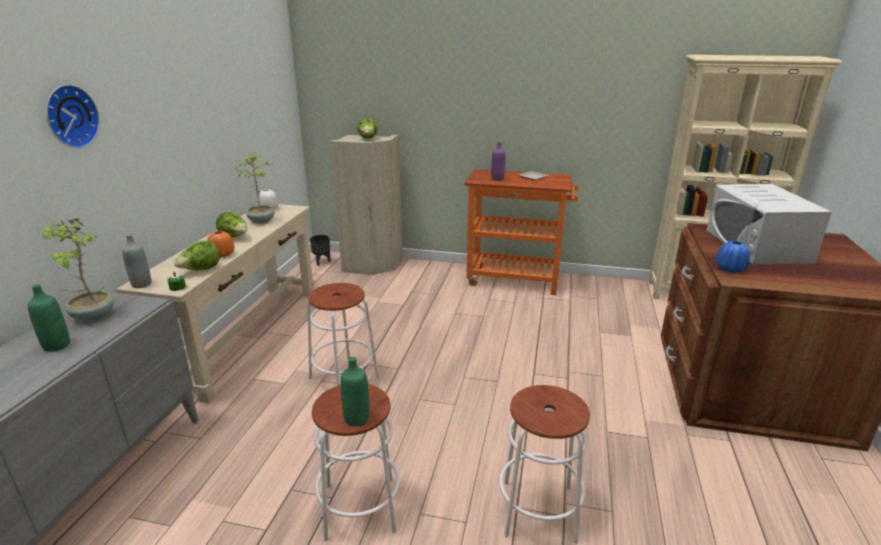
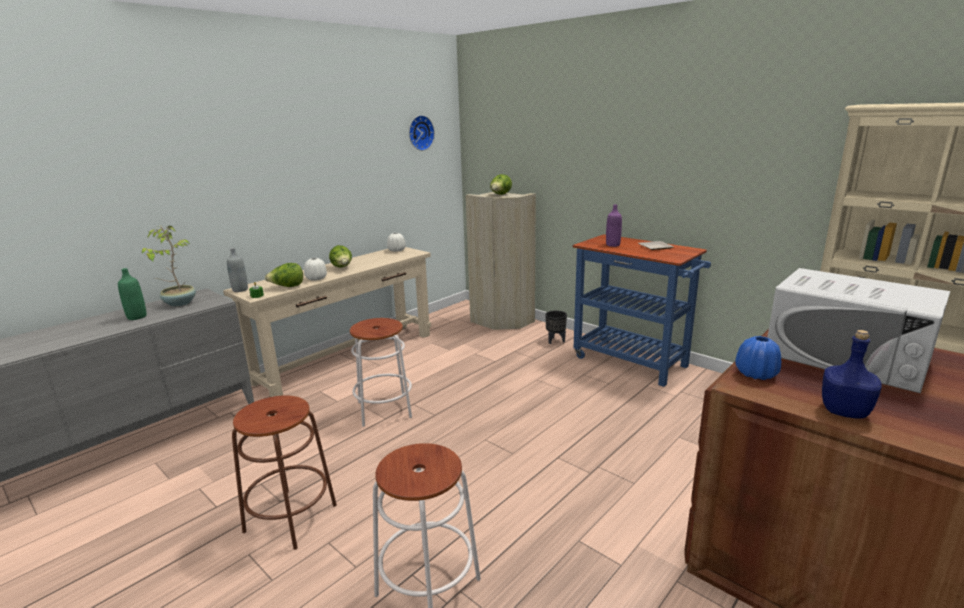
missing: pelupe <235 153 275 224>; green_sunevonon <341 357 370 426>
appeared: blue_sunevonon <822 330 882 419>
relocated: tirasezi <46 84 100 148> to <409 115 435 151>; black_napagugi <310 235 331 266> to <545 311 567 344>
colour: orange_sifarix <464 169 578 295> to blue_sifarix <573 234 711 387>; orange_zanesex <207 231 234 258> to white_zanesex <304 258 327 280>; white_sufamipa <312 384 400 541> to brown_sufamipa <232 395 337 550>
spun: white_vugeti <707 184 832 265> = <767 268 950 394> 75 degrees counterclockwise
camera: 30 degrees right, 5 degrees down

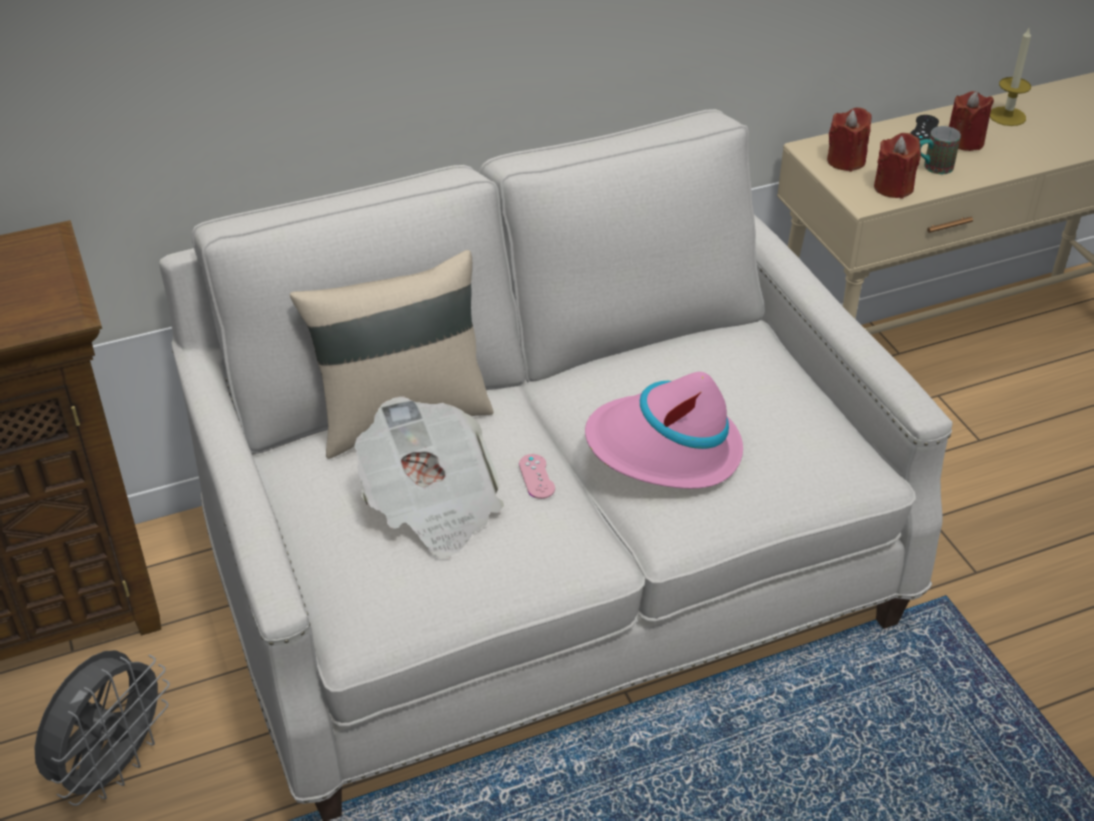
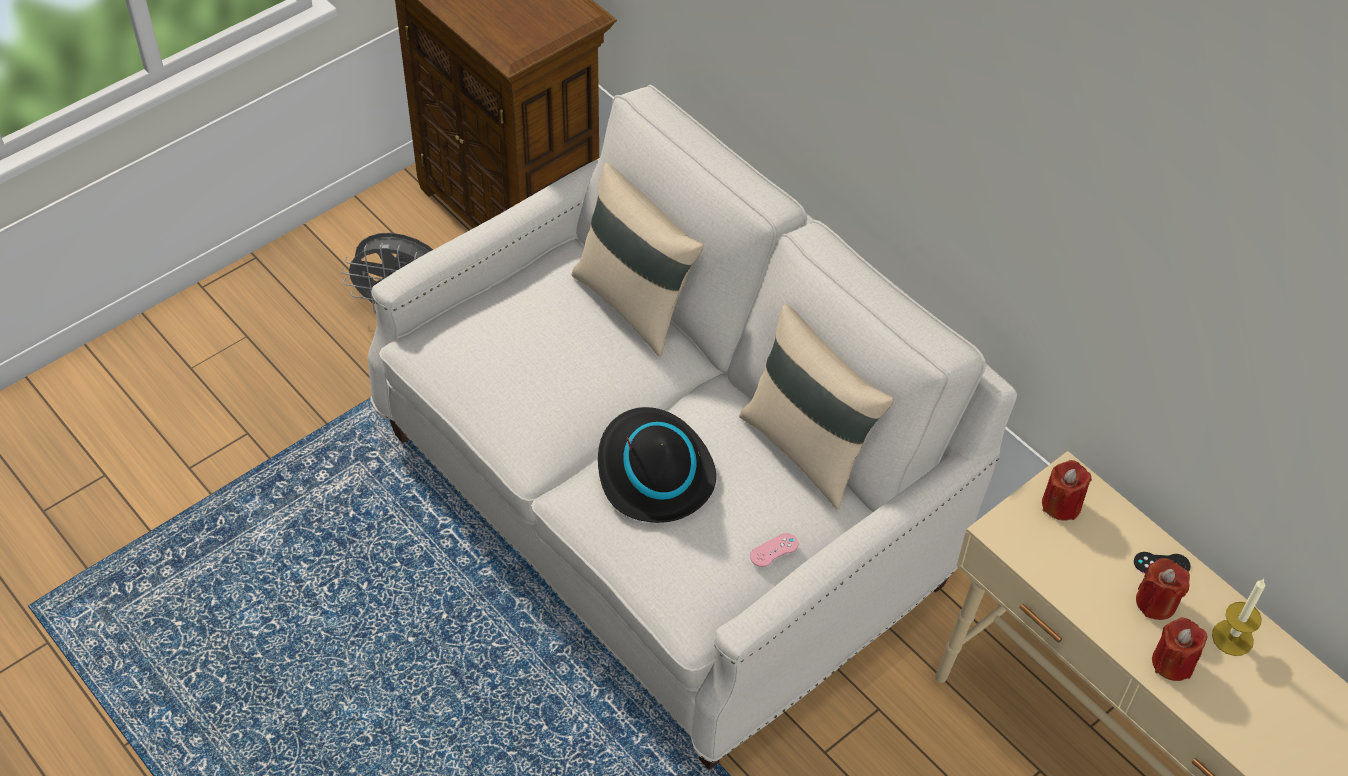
missing: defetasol <920 126 961 174>; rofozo <354 396 504 558>
appeared: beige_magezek <739 304 894 509>
relocated: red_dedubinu <874 133 921 199> to <1152 617 1208 681>; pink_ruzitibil <519 454 555 499> to <750 533 798 567>
colour: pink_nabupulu <585 372 743 489> to black_nabupulu <598 407 716 523>
camera: 70 degrees right, 10 degrees up

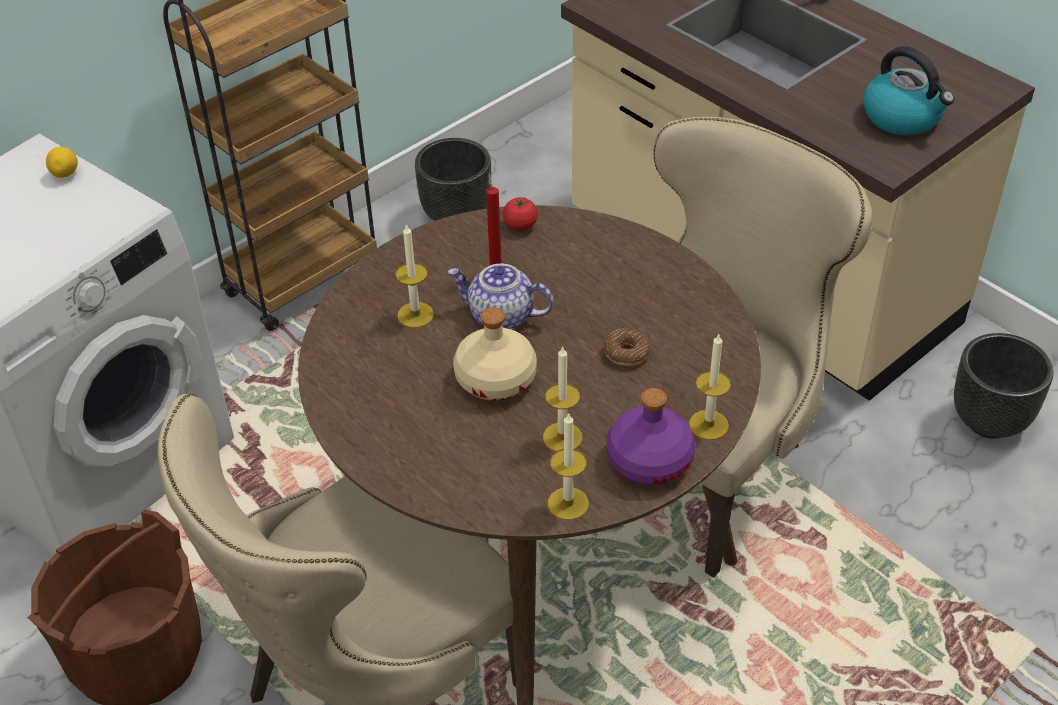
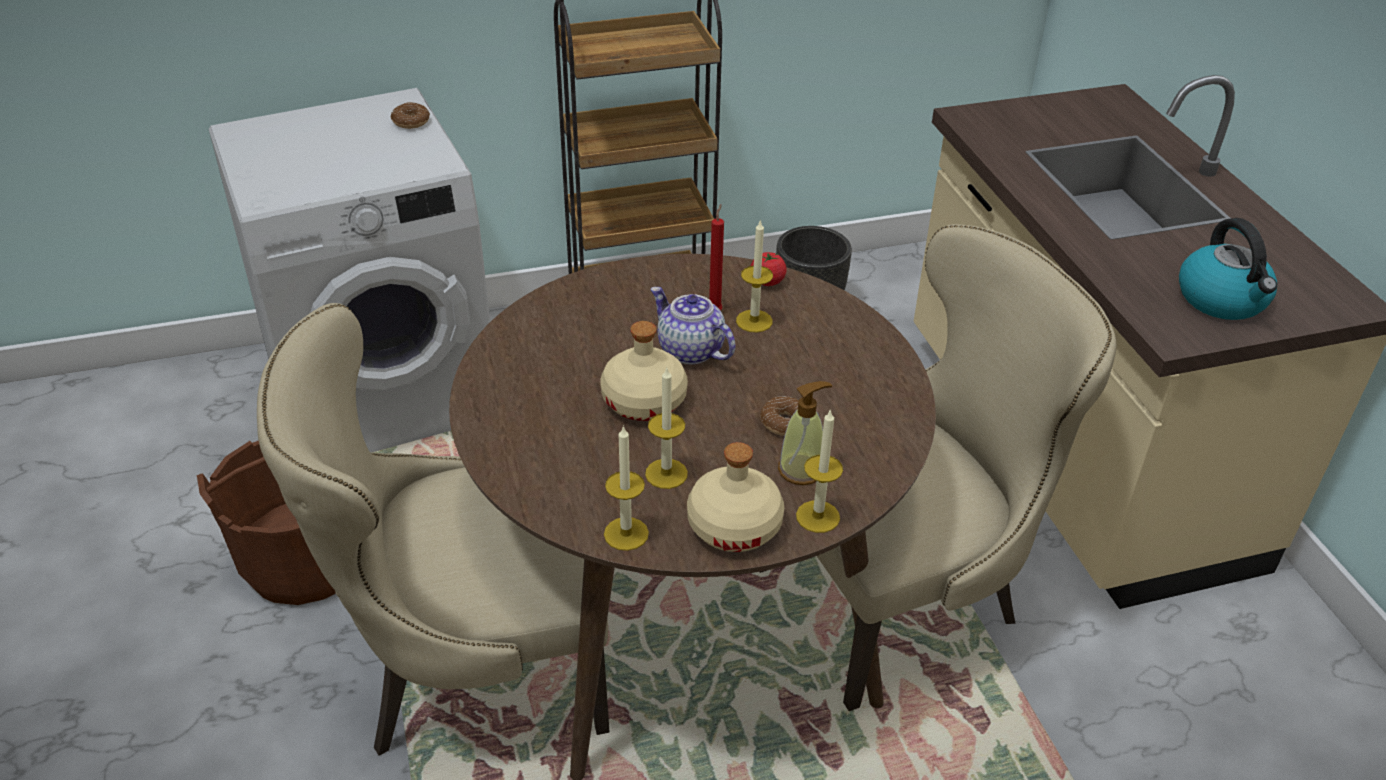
missing: black_napagugi <954 333 1054 439>
appeared: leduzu <778 381 832 485>
relocated: dedubinu <396 224 434 328> to <736 219 773 333>
exchanged: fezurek <46 147 78 178> to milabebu <391 102 430 129>
colour: purple_sunevonon <607 388 695 485> to beige_sunevonon <687 442 784 552>
camera: 25 degrees right, 5 degrees down

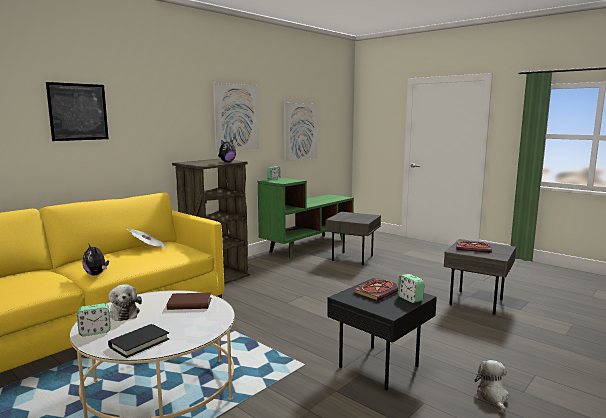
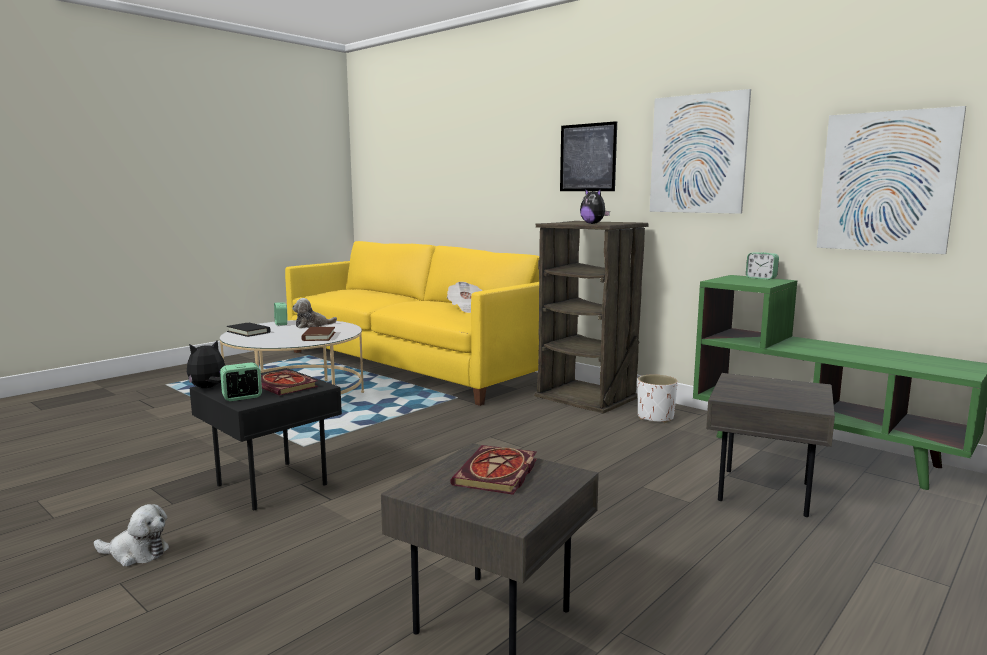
appeared: white_napagugi <638 374 678 423>
relocated: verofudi <46 82 109 141> to <560 121 617 191>; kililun <83 243 109 275> to <187 340 225 388>
camera: 90 degrees right, 0 degrees up

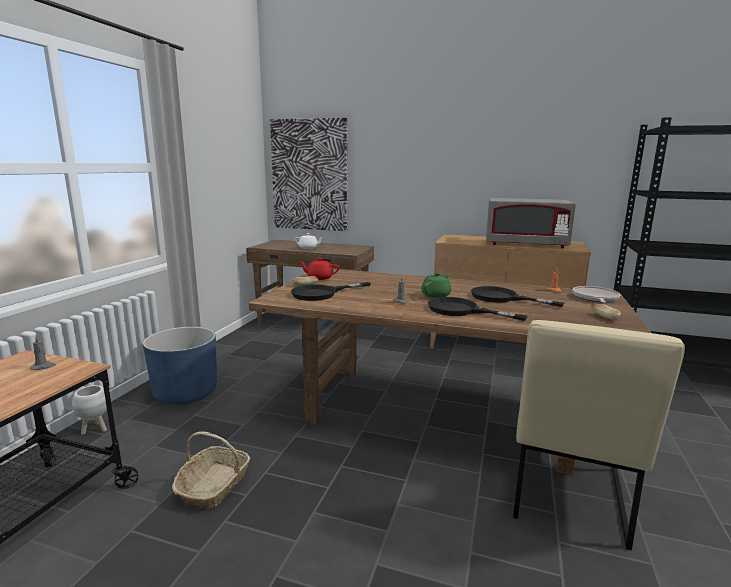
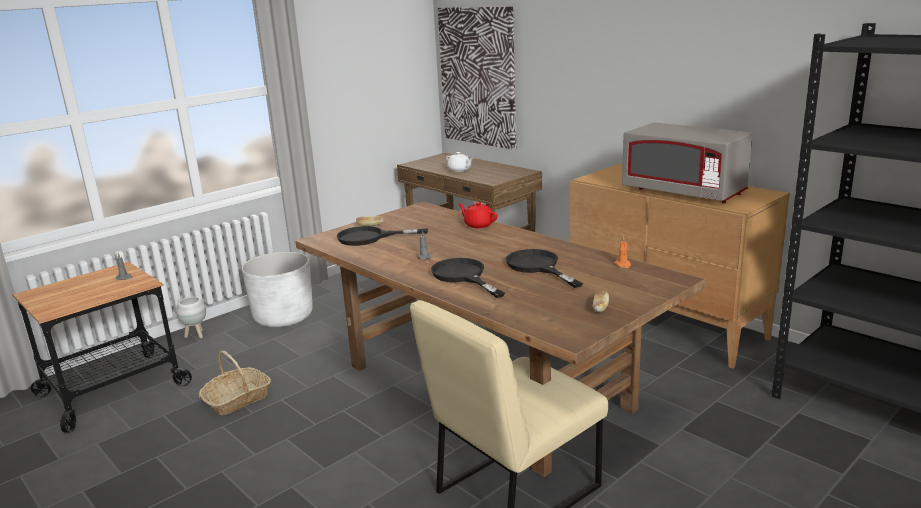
missing: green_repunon <421 273 452 298>; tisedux <573 286 620 303>
relocated: red_repunon <298 258 339 280> to <458 202 497 228>
colour: blue_napagugi <143 327 217 405> to white_napagugi <241 252 313 328>
camera: 30 degrees right, 5 degrees up

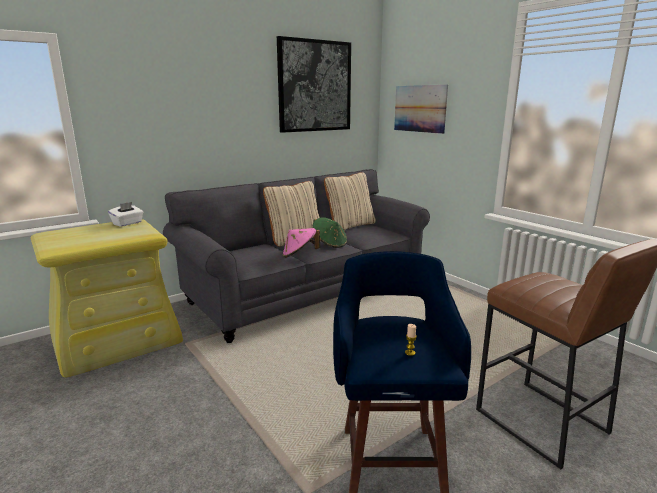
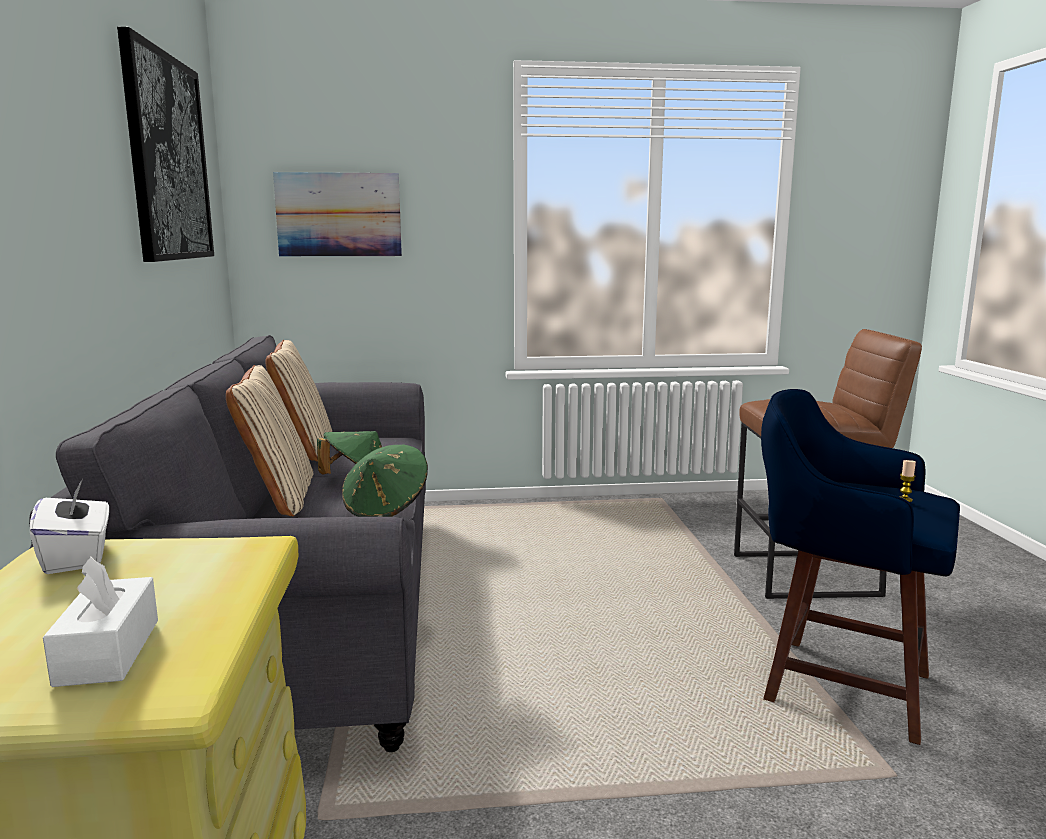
appeared: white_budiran <43 556 158 687>
colour: pink_nabupulu <283 228 320 258> to green_nabupulu <342 445 428 517>
camera: 60 degrees left, 5 degrees down

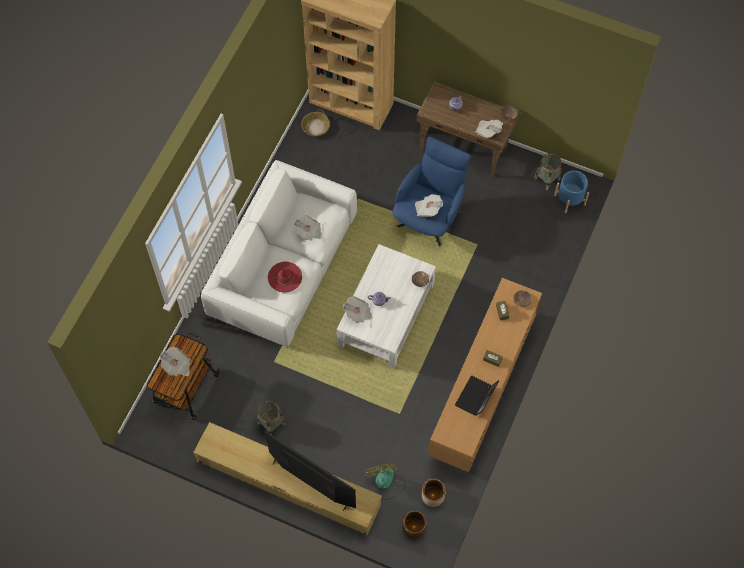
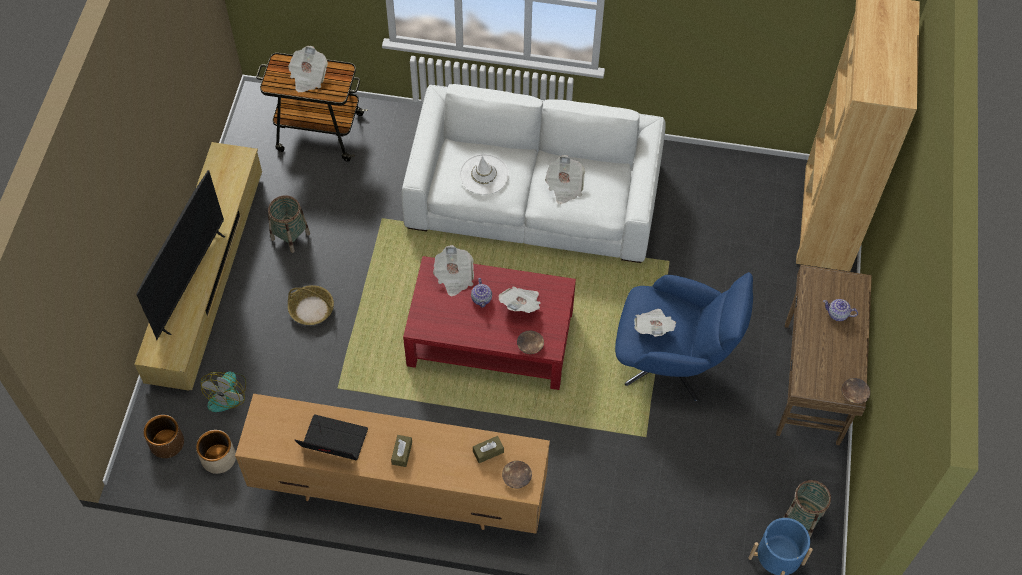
relocated: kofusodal <301 109 330 137> to <288 285 334 325>; rofozo <475 120 503 138> to <499 287 541 313>
colour: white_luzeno <337 244 436 369> to red_luzeno <403 256 576 390>; red_nabupulu <268 262 302 293> to white_nabupulu <459 154 509 195>
spun: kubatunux <366 463 405 500> = <201 372 246 412> 135 degrees clockwise
camera: 75 degrees right, 5 degrees down

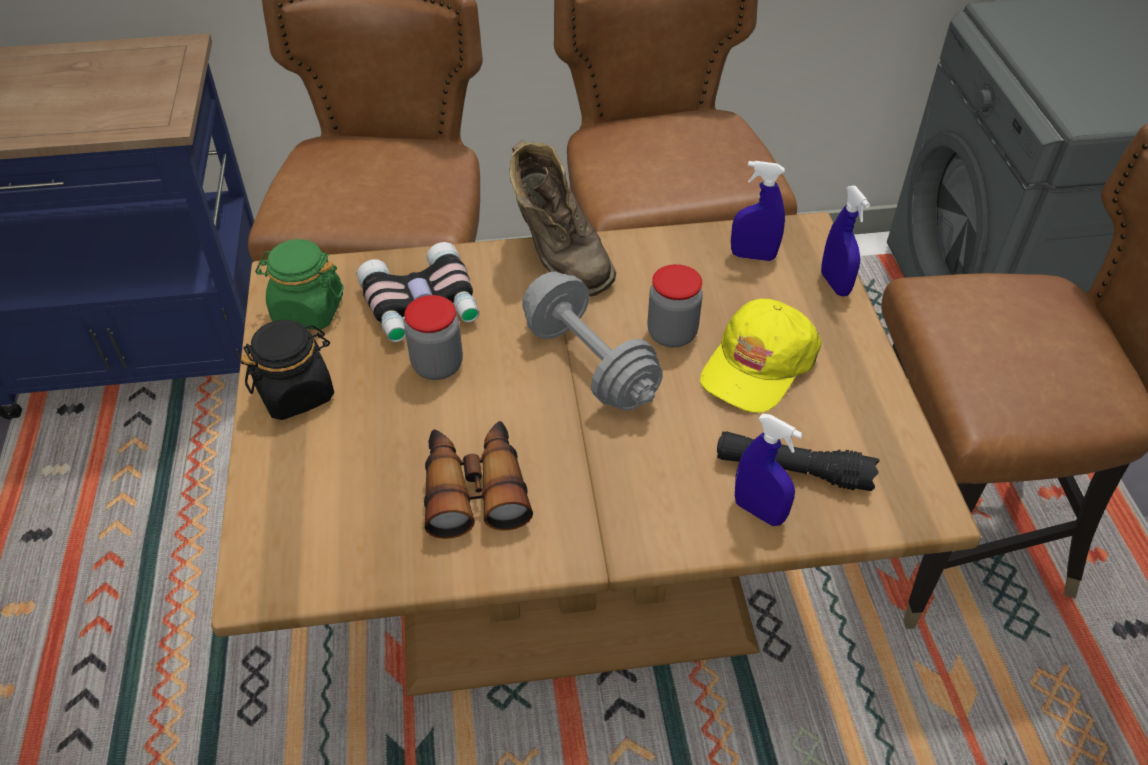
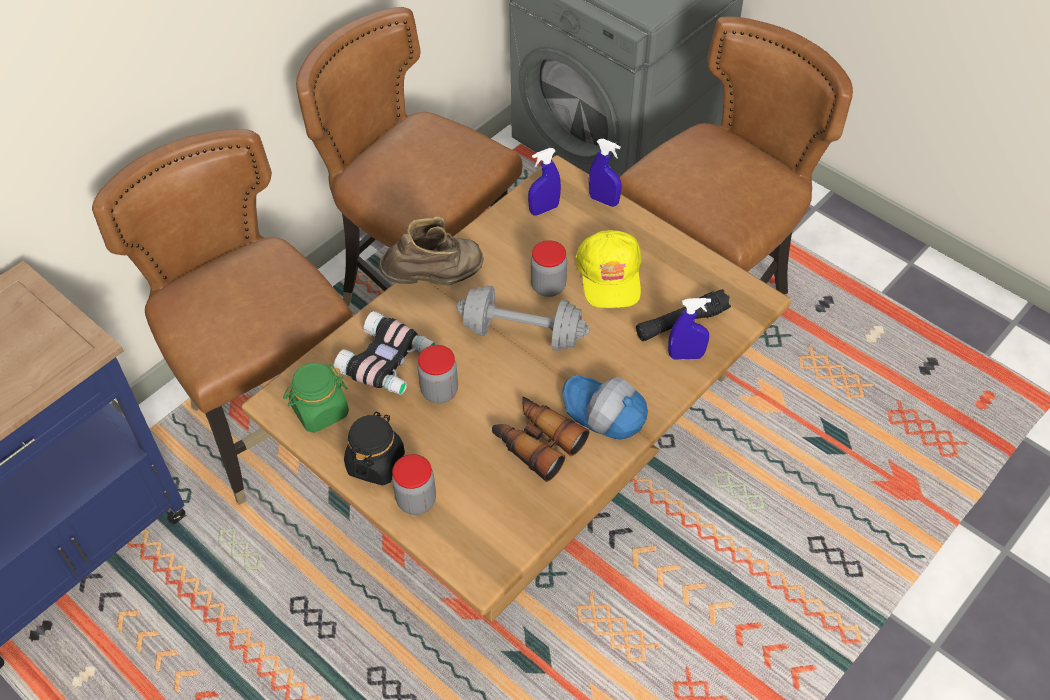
appeared: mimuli <562 375 648 440>; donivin <392 454 436 515>
spun: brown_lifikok <509 140 616 297> = <379 217 484 286> 45 degrees counterclockwise
camera: 40 degrees left, 5 degrees up

